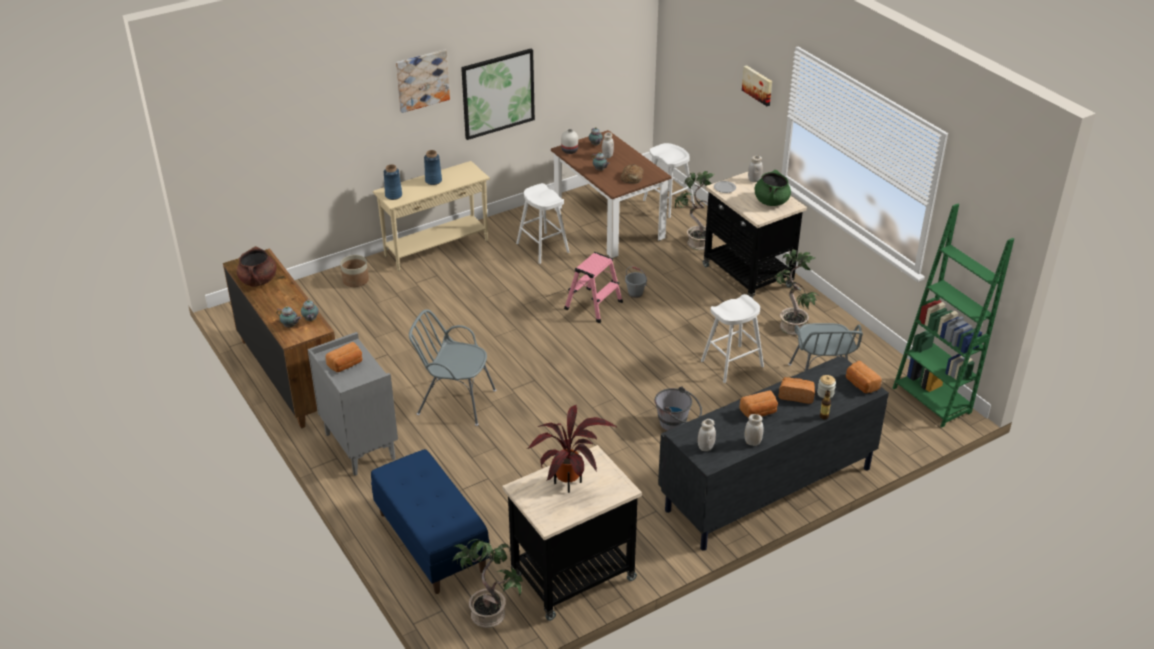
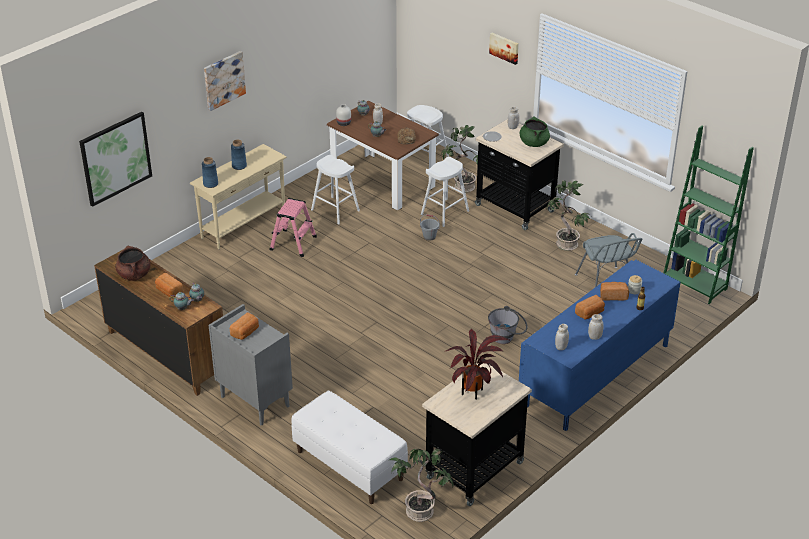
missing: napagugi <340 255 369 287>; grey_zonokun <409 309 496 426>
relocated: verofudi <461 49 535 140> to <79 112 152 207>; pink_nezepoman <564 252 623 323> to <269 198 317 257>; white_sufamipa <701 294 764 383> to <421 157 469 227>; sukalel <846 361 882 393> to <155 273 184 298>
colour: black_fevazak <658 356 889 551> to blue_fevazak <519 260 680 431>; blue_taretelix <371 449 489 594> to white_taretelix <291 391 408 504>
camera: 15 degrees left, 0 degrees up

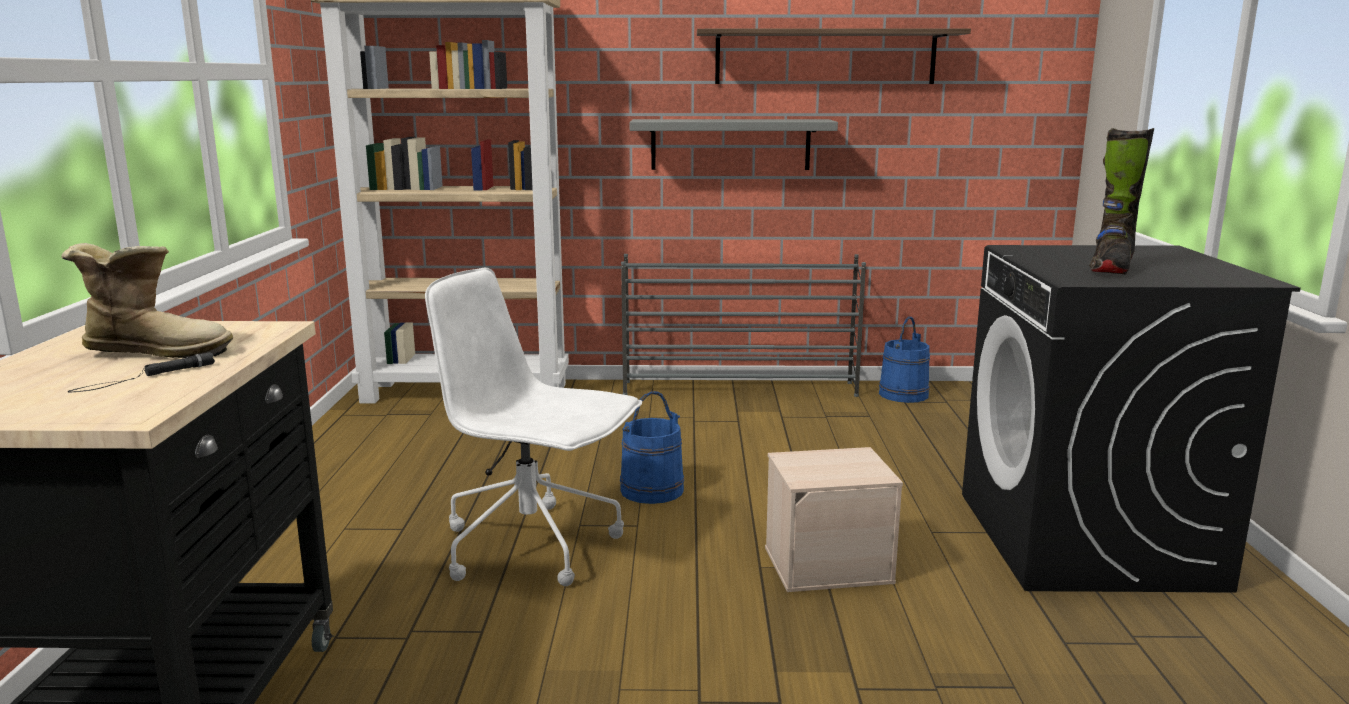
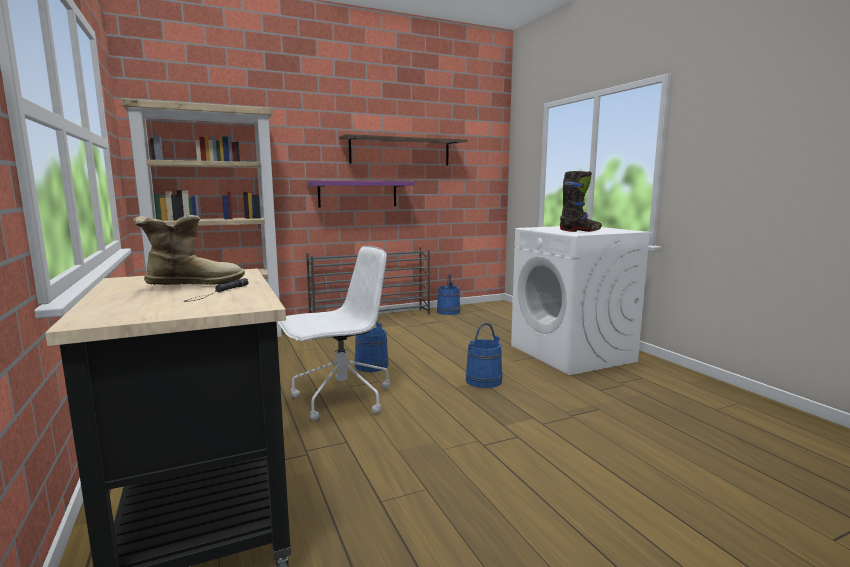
exchanged: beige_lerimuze <765 447 903 592> to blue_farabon <466 323 503 388>
colour: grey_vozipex <629 119 838 170> to purple_vozipex <307 181 414 208>; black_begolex <962 245 1301 593> to white_begolex <511 226 652 375>
spun: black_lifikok <1090 128 1154 274> = <560 171 602 232> 105 degrees counterclockwise; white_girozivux <425 268 642 586> = <277 246 390 421> 150 degrees clockwise
camera: 25 degrees left, 5 degrees down

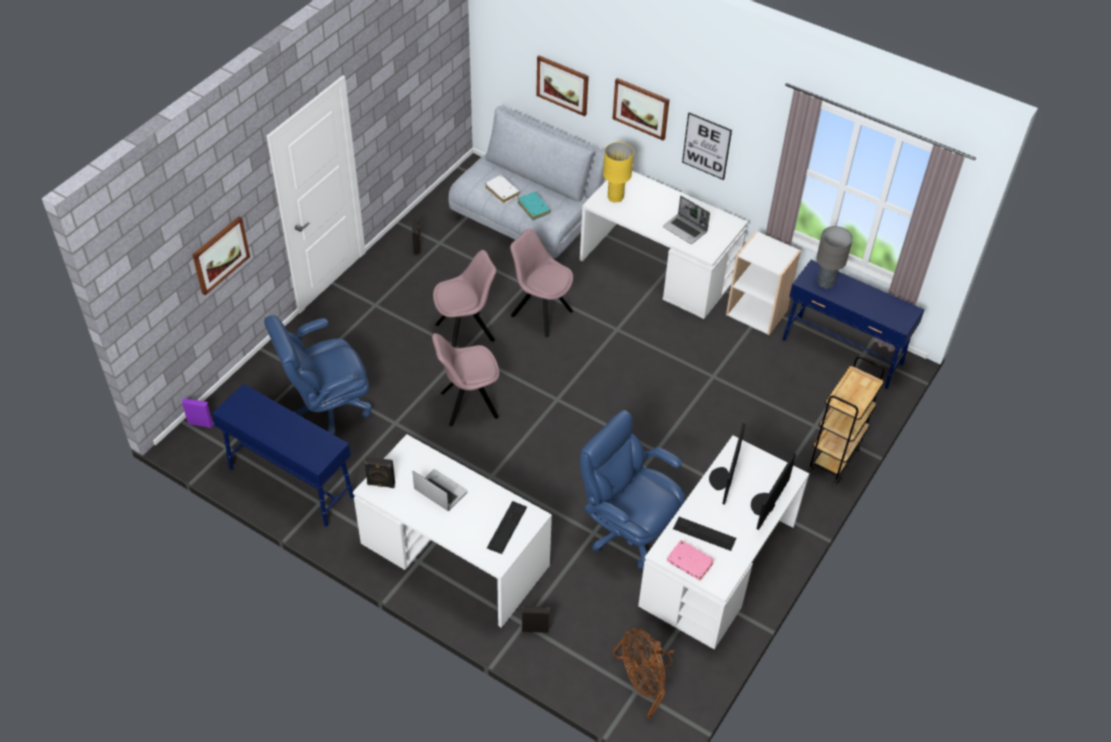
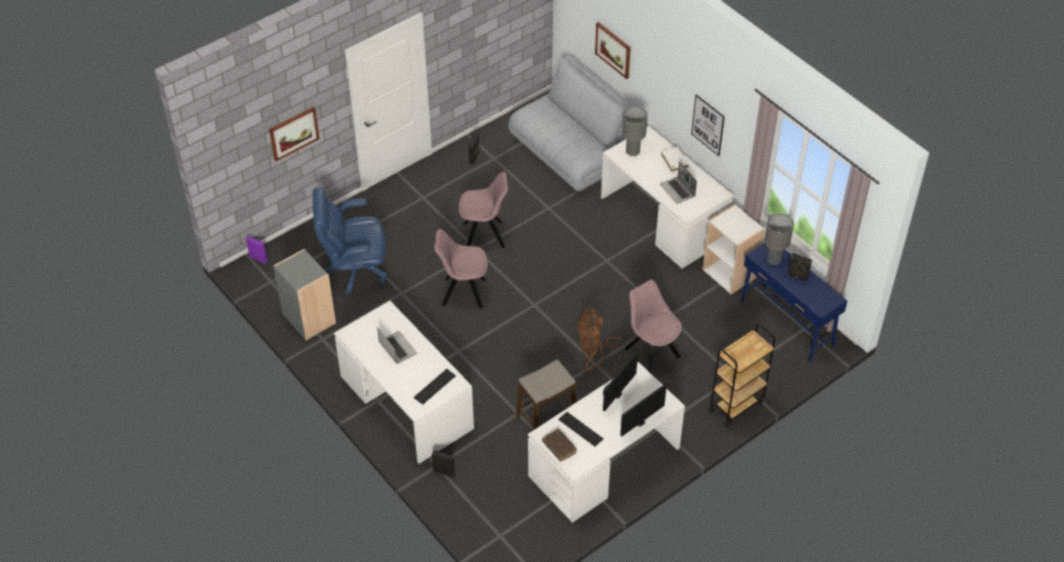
missing: verofudi <613 78 669 141>; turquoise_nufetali <518 192 551 221>
relocated: white_nufetali <485 175 520 204> to <661 147 689 172>; pink_zonokun <510 229 573 337> to <624 280 682 373>; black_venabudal <364 457 395 488> to <787 253 812 282>; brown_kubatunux <613 628 674 719> to <577 307 621 374>
exchanged: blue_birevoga <212 384 354 526> to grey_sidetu <273 249 336 340>; blue_girozivux <580 410 685 569> to sufamipa <516 359 576 430>
colour: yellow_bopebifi <603 142 634 203> to grey_bopebifi <622 107 648 156>; pink_nufetali <667 540 714 581> to brown_nufetali <542 429 577 462>
camera: 20 degrees right, 0 degrees up

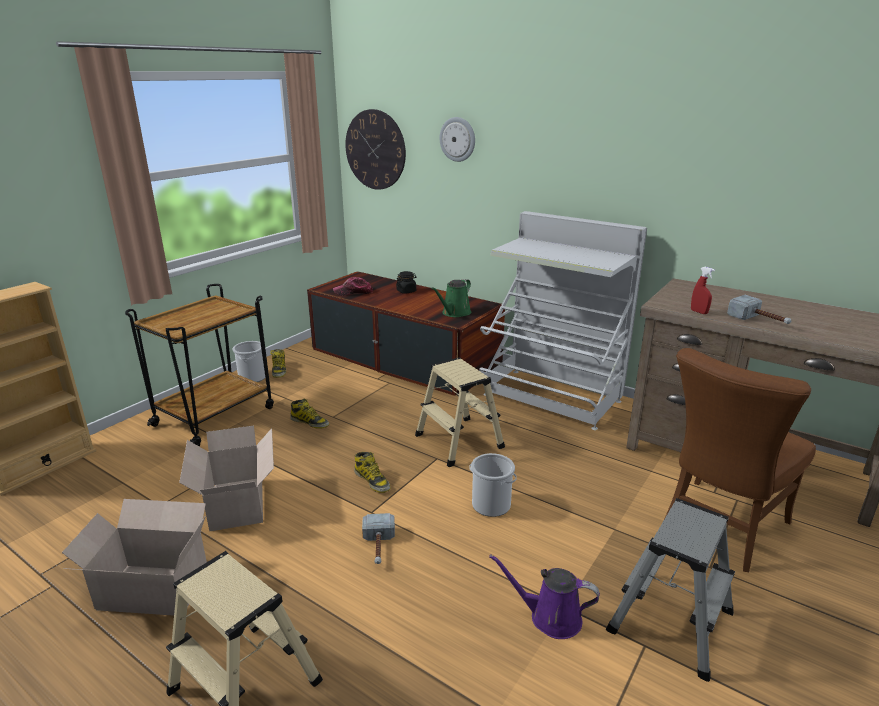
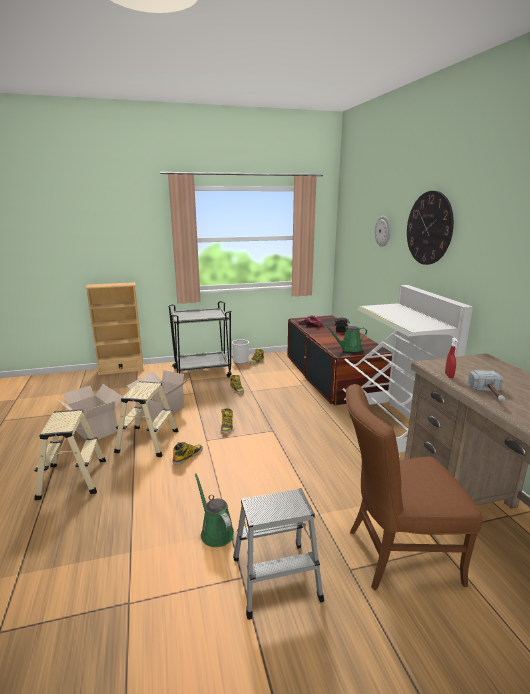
missing: farabon <469 453 517 517>
relocated: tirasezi <345 109 406 190> to <407 191 454 265>; beige_nezepoman <415 357 505 467> to <114 381 178 457>
exchanged: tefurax <362 513 395 564> to lifikok <173 442 203 465>
colour: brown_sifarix <125 284 274 446> to grey_sifarix <168 301 232 378>; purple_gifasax <489 554 600 639> to green_gifasax <195 473 234 547>
camera: 40 degrees right, 5 degrees down

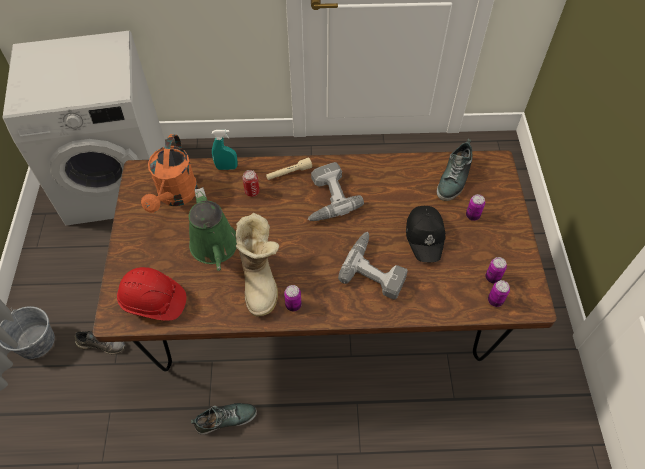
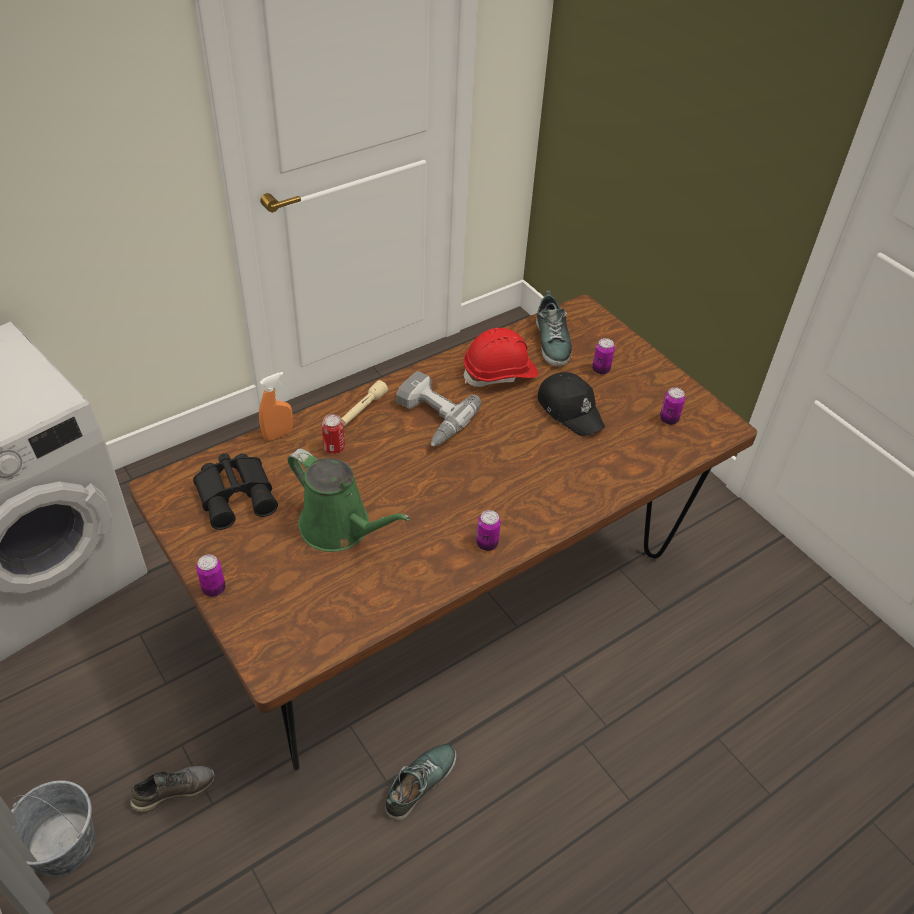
missing: lifikok <235 213 279 316>; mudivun <338 232 408 299>
relocated: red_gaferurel <117 267 187 321> to <463 328 538 387>; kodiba <488 280 510 307> to <196 555 226 597>
exchanged: orange_gifasax <141 134 198 213> to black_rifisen <193 453 278 530>
colour: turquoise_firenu <212 130 238 170> to orange_firenu <259 372 293 441>
camera: 35 degrees left, 10 degrees down

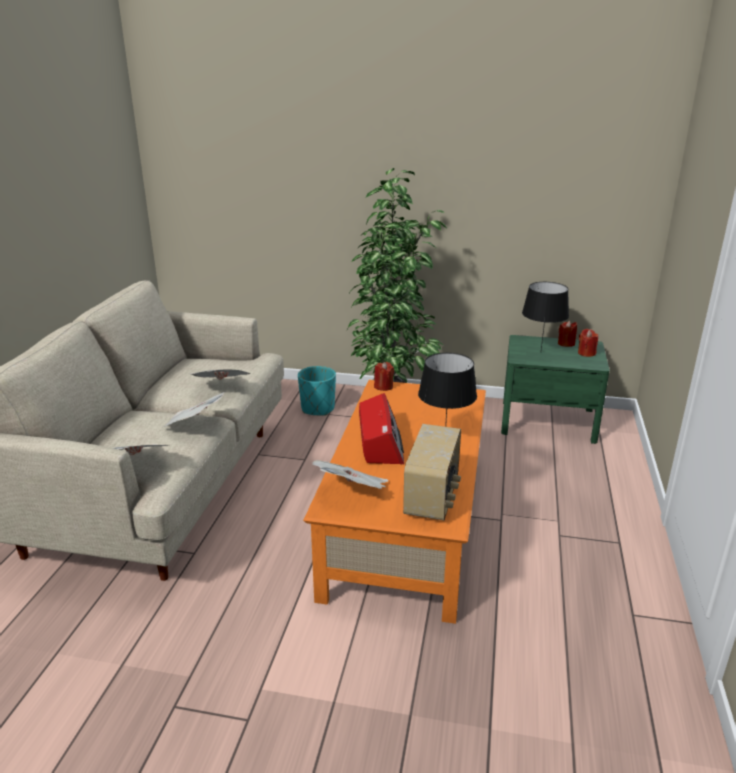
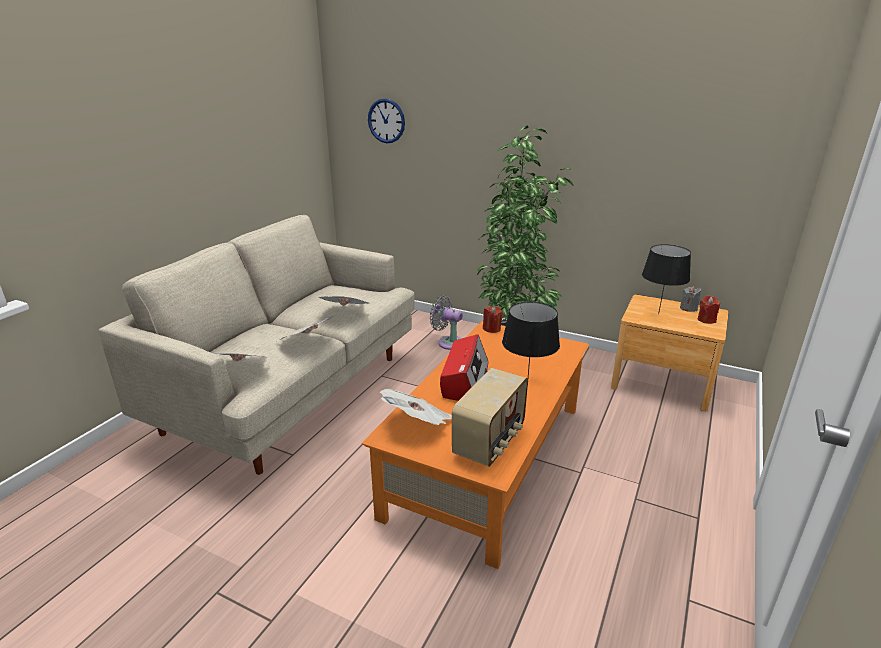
appeared: tirasezi <368 98 405 143>
exchanged: turquoise_napagugi <298 366 336 416> to grey_kubatunux <430 295 463 350>
colour: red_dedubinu <558 321 577 347> to grey_dedubinu <680 286 701 312>; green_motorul <501 335 610 444> to brown_motorul <611 294 729 411>
camera: 15 degrees right, 0 degrees up

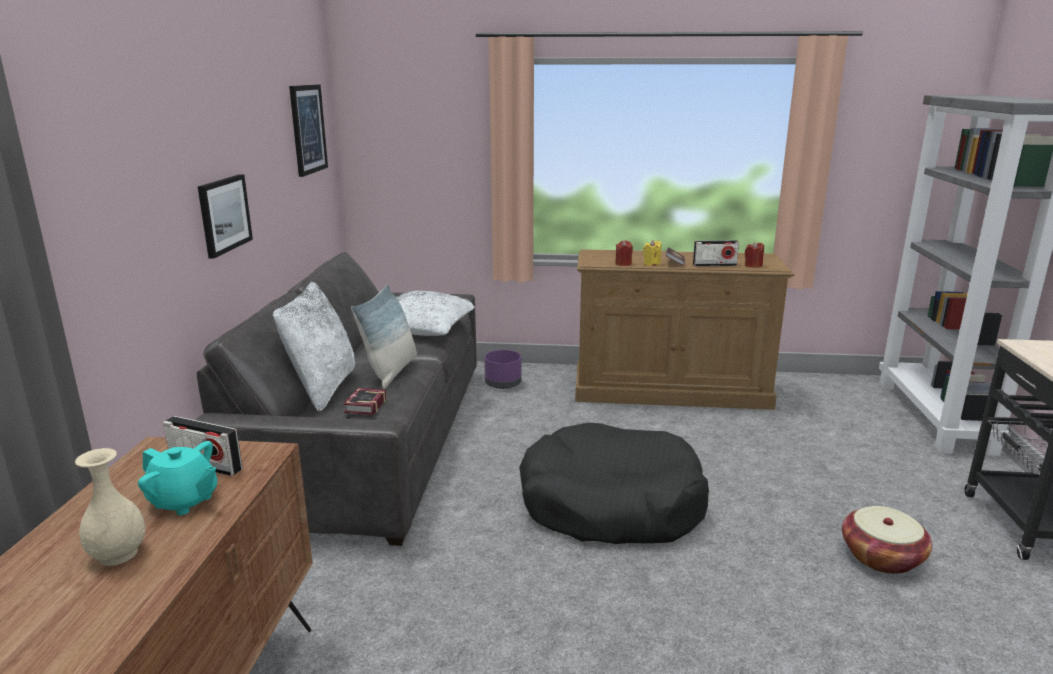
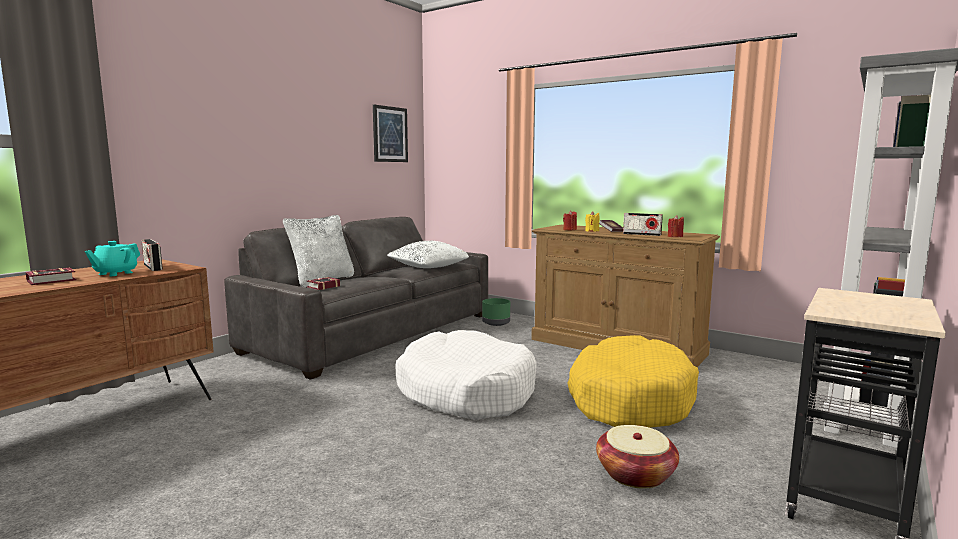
missing: verofudi <198 174 253 258>; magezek <351 284 417 389>
appeared: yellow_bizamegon <567 335 699 428>
exchanged: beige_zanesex <75 448 145 566> to nufetali <25 267 77 285>
colour: purple_napagugi <484 350 521 389> to green_napagugi <482 298 510 326>; black_bizamegon <519 423 709 544> to white_bizamegon <396 330 537 420>
spun: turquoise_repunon <138 441 218 515> = <85 241 140 276> 60 degrees clockwise
camera: 30 degrees right, 10 degrees down

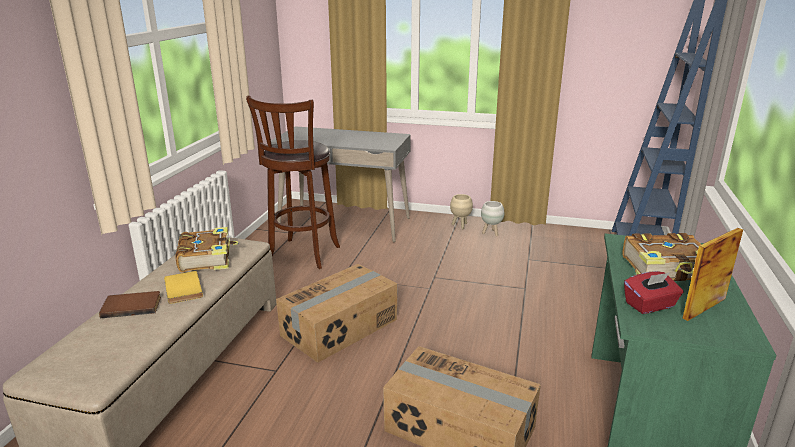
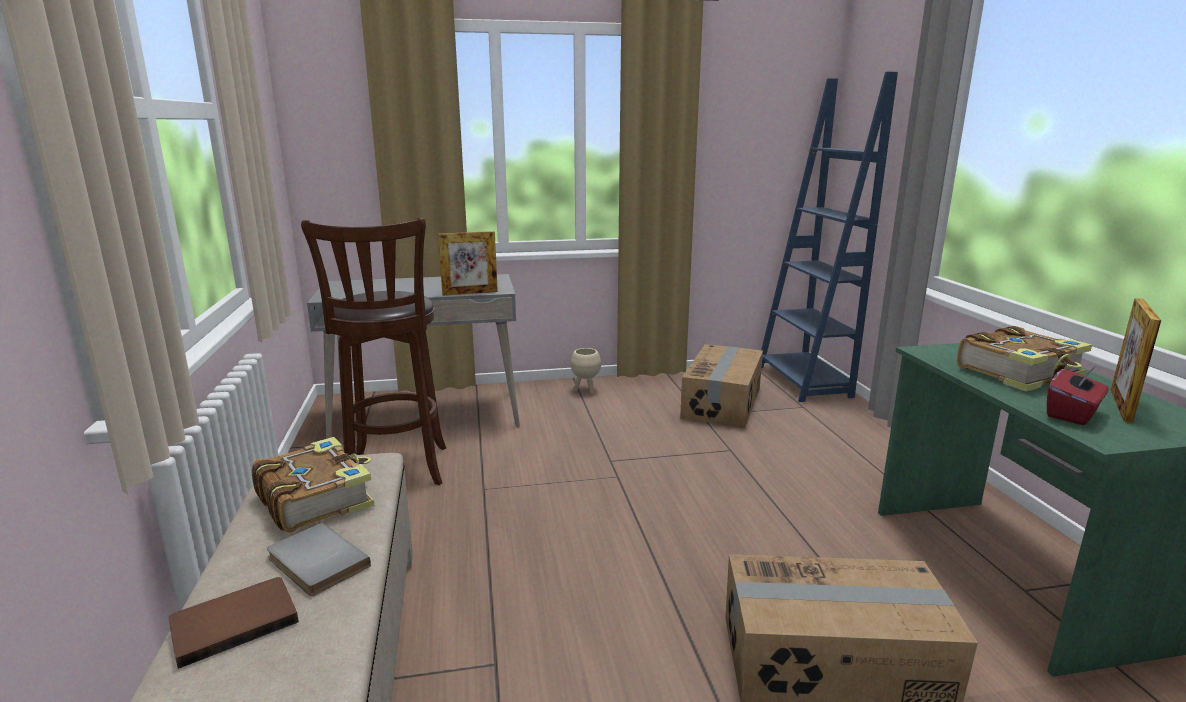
missing: white_napagugi <481 201 504 237>
appeared: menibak <438 231 498 296>
relocated: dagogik <276 264 397 363> to <680 344 763 428>
colour: yellow_nufetali <164 271 203 304> to grey_nufetali <267 523 371 596>
camera: 25 degrees left, 5 degrees down

